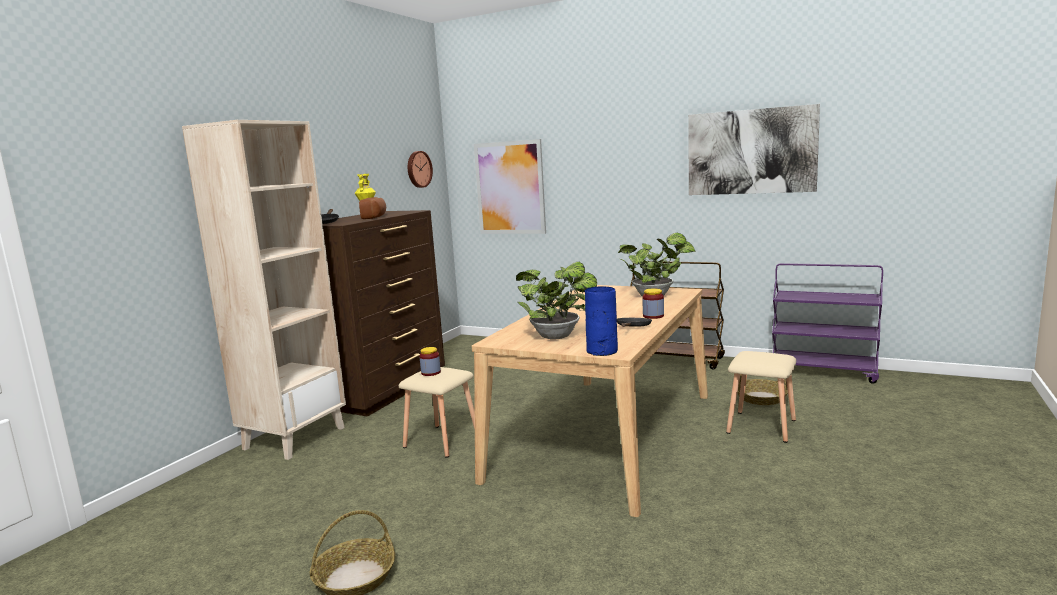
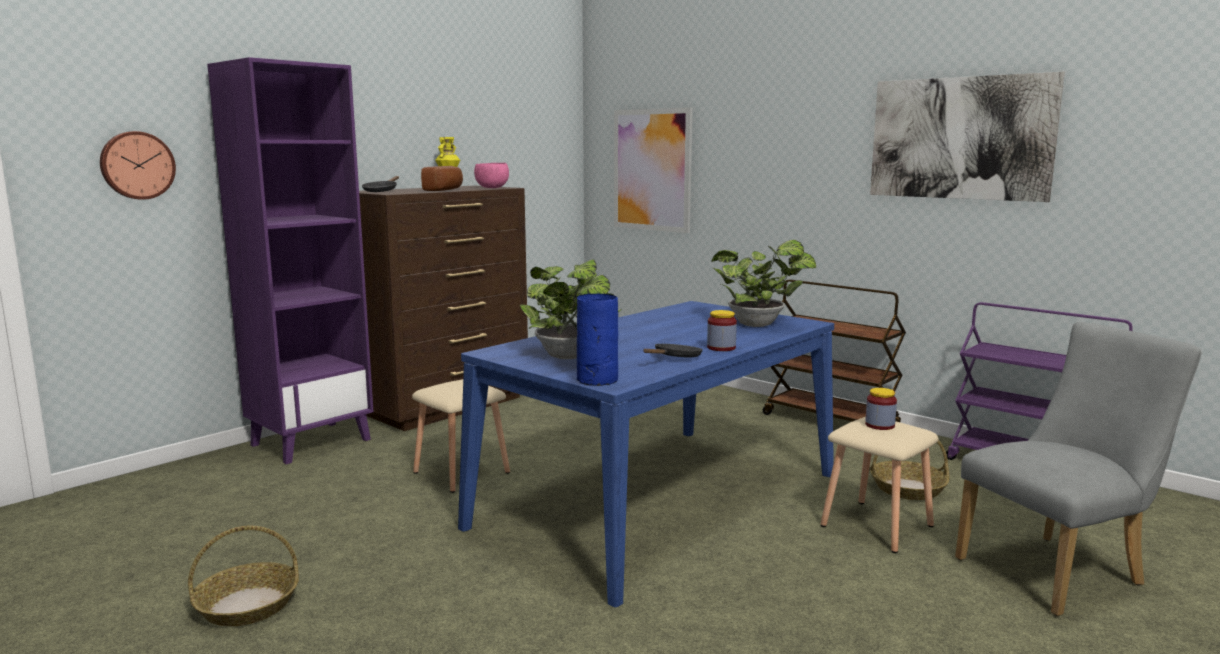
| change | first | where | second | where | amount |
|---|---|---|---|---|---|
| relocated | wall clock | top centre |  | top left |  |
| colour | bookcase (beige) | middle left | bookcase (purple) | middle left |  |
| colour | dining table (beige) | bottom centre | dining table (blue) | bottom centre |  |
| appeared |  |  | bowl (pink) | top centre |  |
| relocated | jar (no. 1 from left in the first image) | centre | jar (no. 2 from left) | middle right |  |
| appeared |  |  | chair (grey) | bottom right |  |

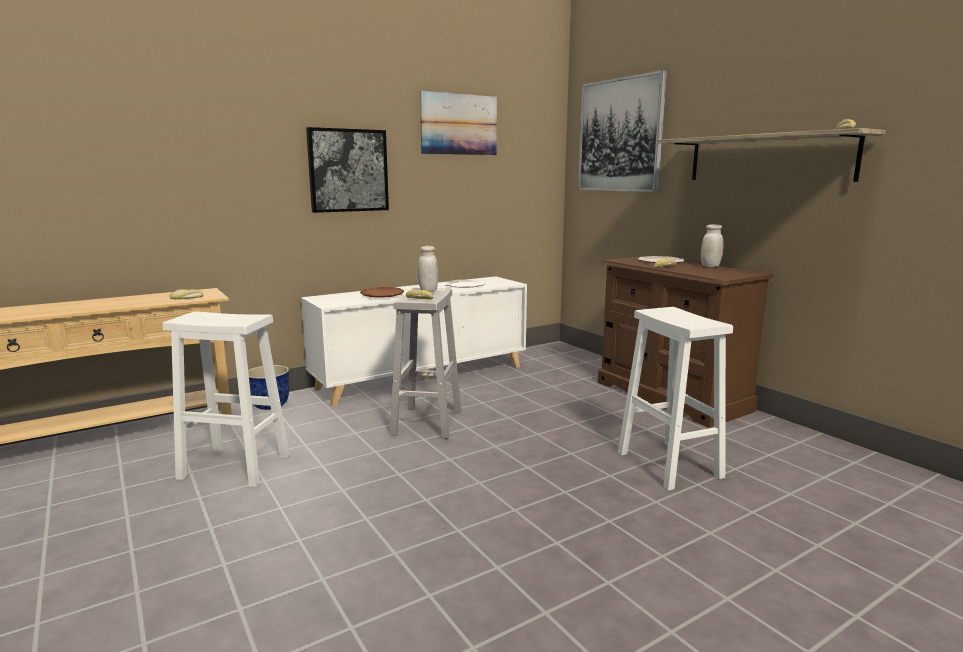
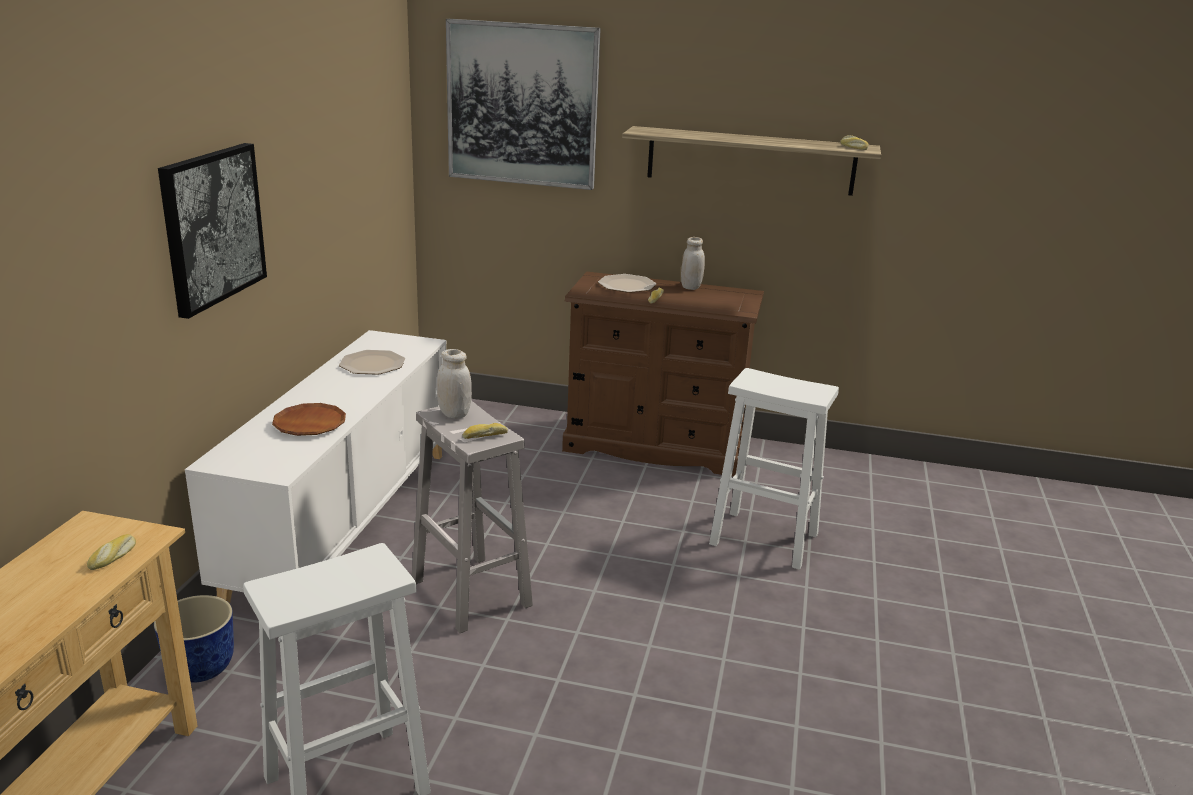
| change | first | where | second | where | amount |
|---|---|---|---|---|---|
| missing | picture (no. 2 from left) | top centre |  |  |  |

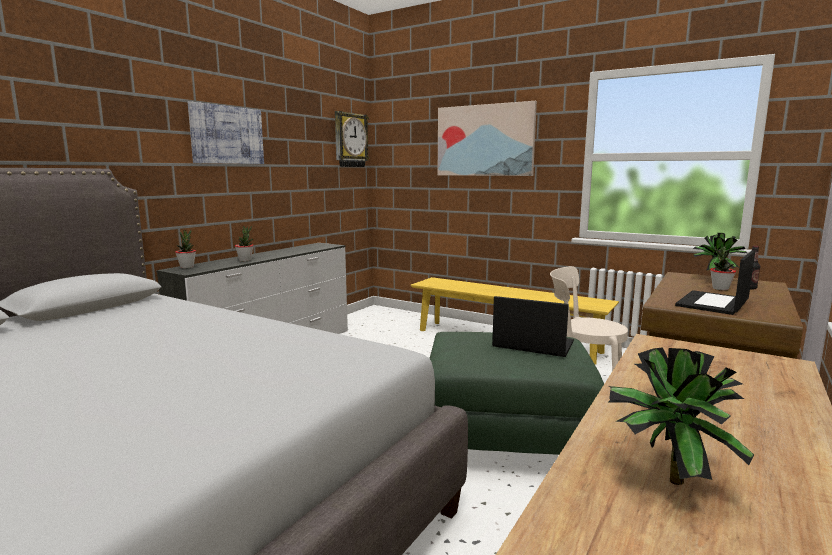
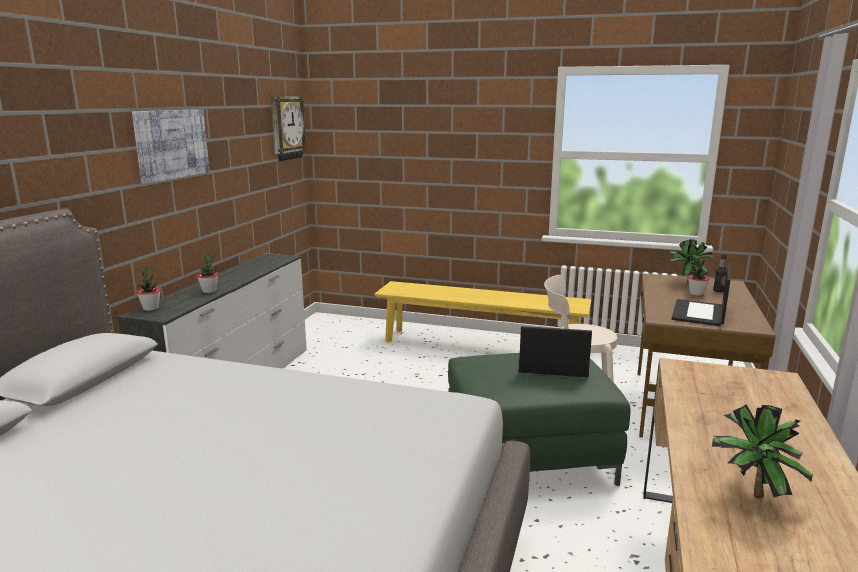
| change | first | where | second | where | amount |
|---|---|---|---|---|---|
| missing | picture (no. 2 from left) | top centre |  |  |  |

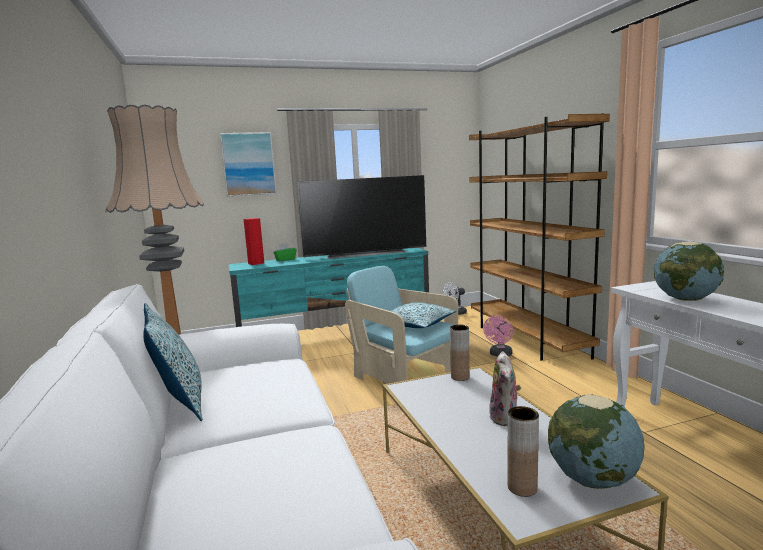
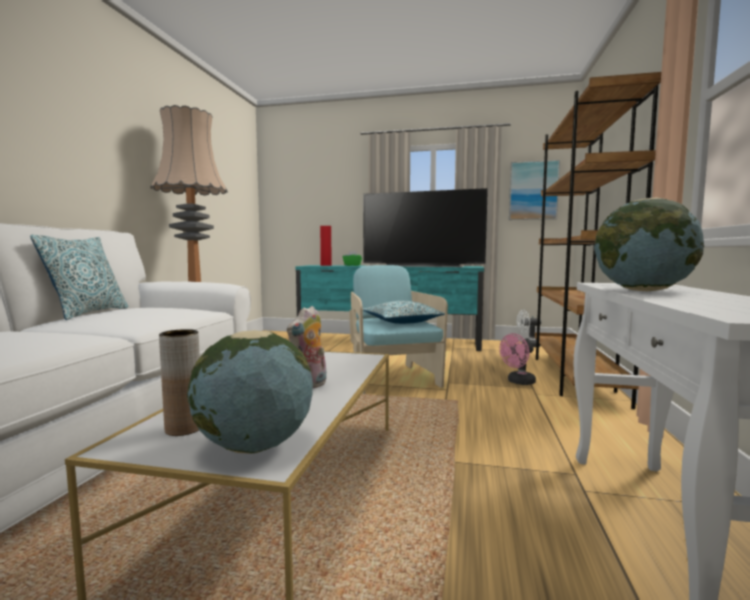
| change | first | where | second | where | amount |
|---|---|---|---|---|---|
| relocated | picture | top left |  | top right |  |
| missing | vase (brown) (no. 1 from left) | centre |  |  |  |

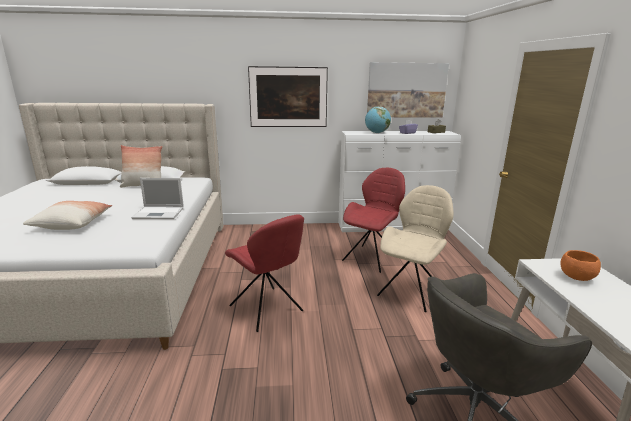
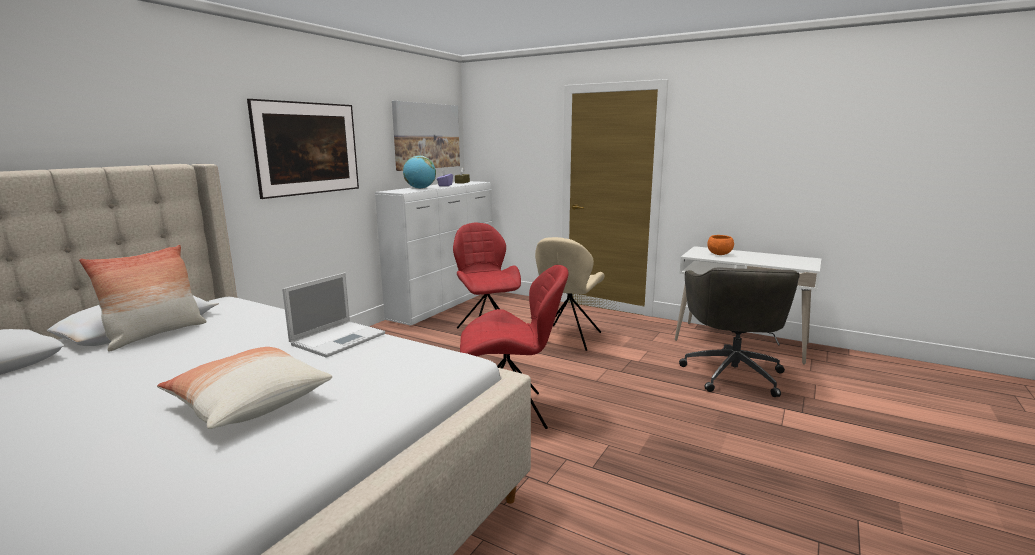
| change | first | where | second | where | amount |
|---|---|---|---|---|---|
| spun | chair (beige) | centre |  | centre | 135 degrees counterclockwise |

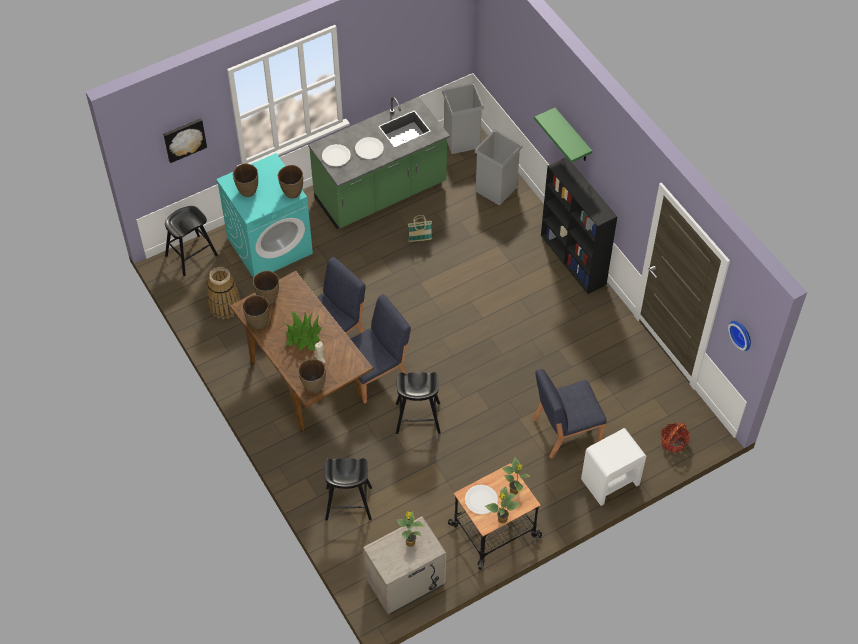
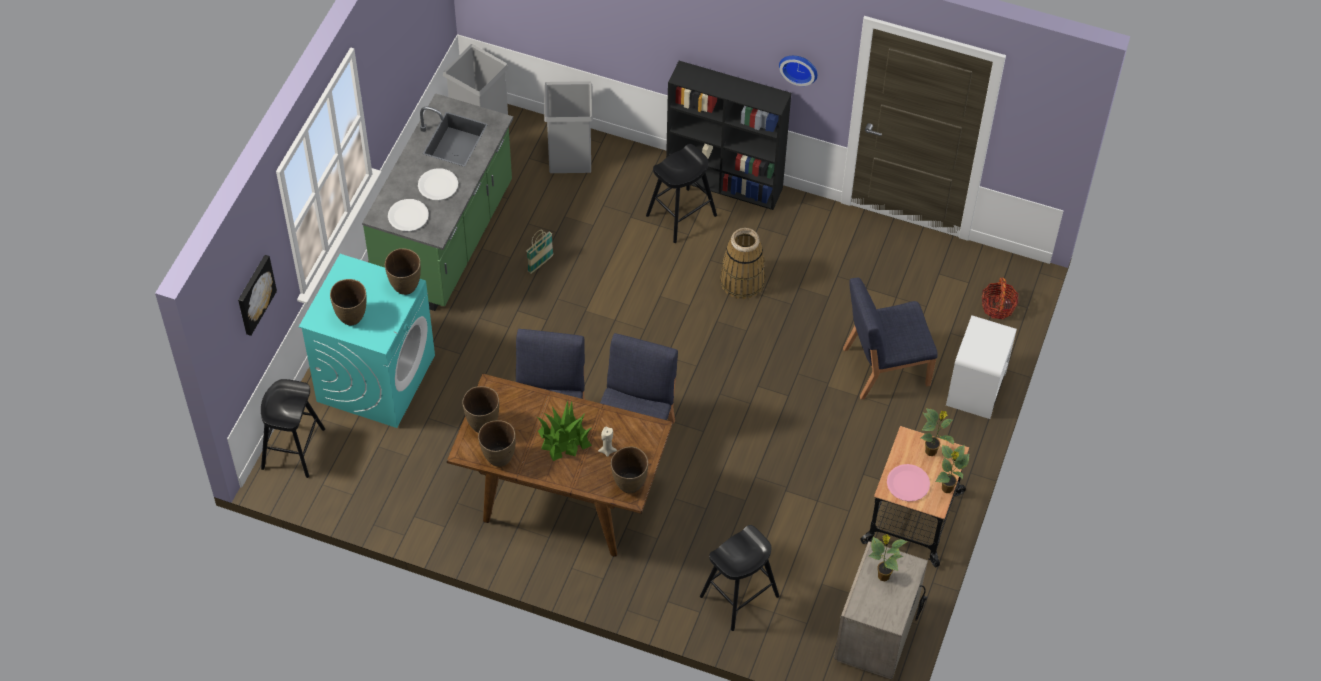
| change | first | where | second | where | amount |
|---|---|---|---|---|---|
| relocated | stool (black) (no. 3 from left in the first image) | centre | stool (black) (no. 2 from left) | top centre |  |
| relocated | basket (no. 1 from left in the first image) | middle left | basket (no. 2 from left) | centre |  |
| relocated | wall clock | middle right |  | top centre |  |
| spun | chair (blue) (no. 3 from left) | centre |  | middle right | 45 degrees clockwise |
| colour | plate (white) (no. 3 from left) | bottom centre | plate (pink) | bottom right |  |
| missing | shelf (green) | top centre |  |  |  |

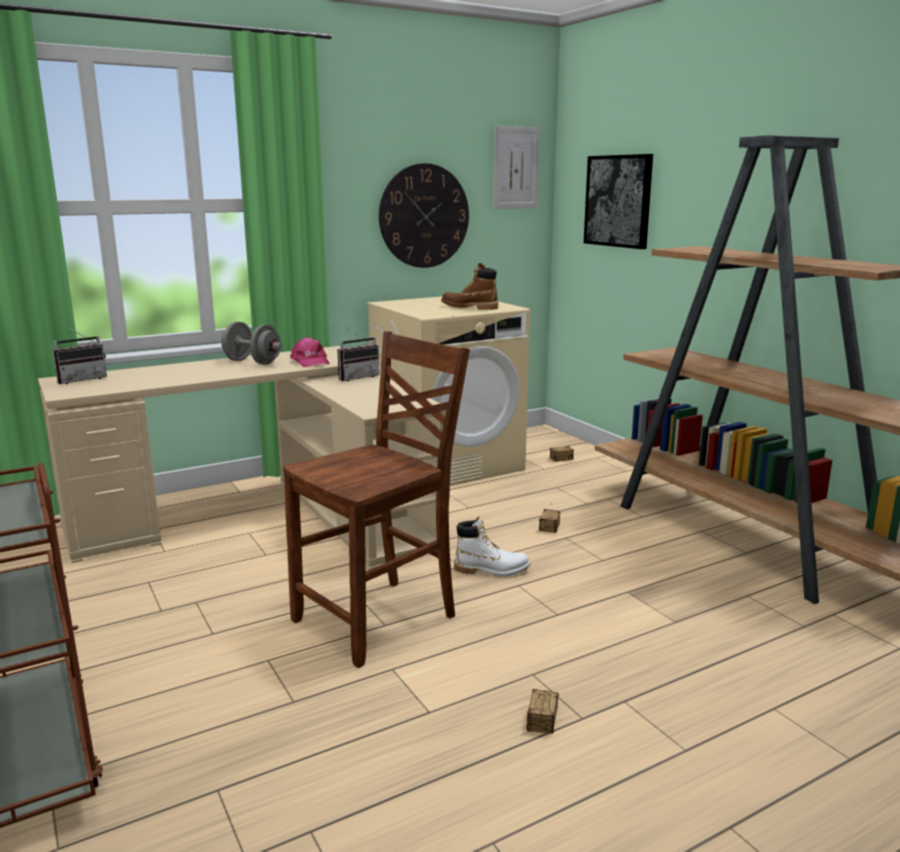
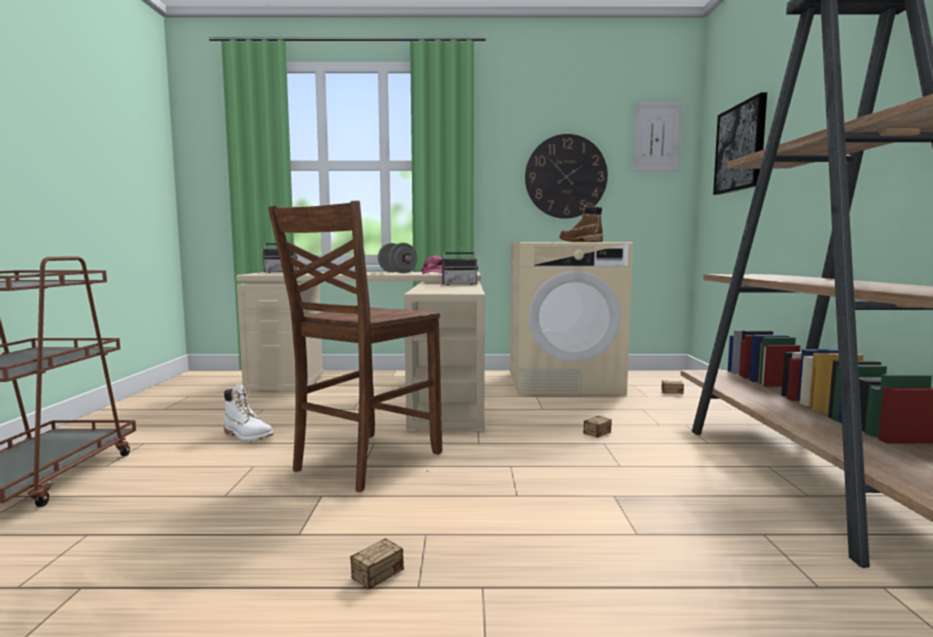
| change | first | where | second | where | amount |
|---|---|---|---|---|---|
| relocated | boot (white) | centre |  | middle left |  |
| spun | chair (brown) | centre |  | centre | 135 degrees clockwise |

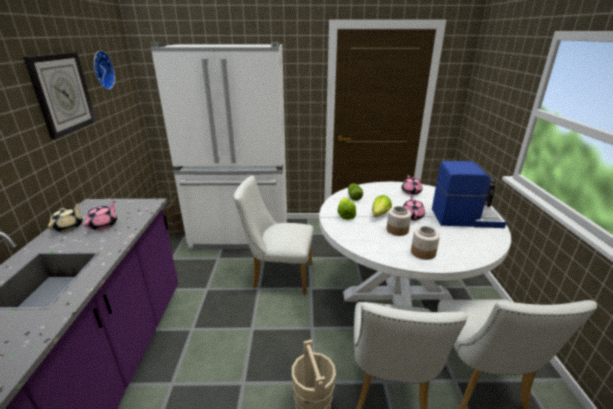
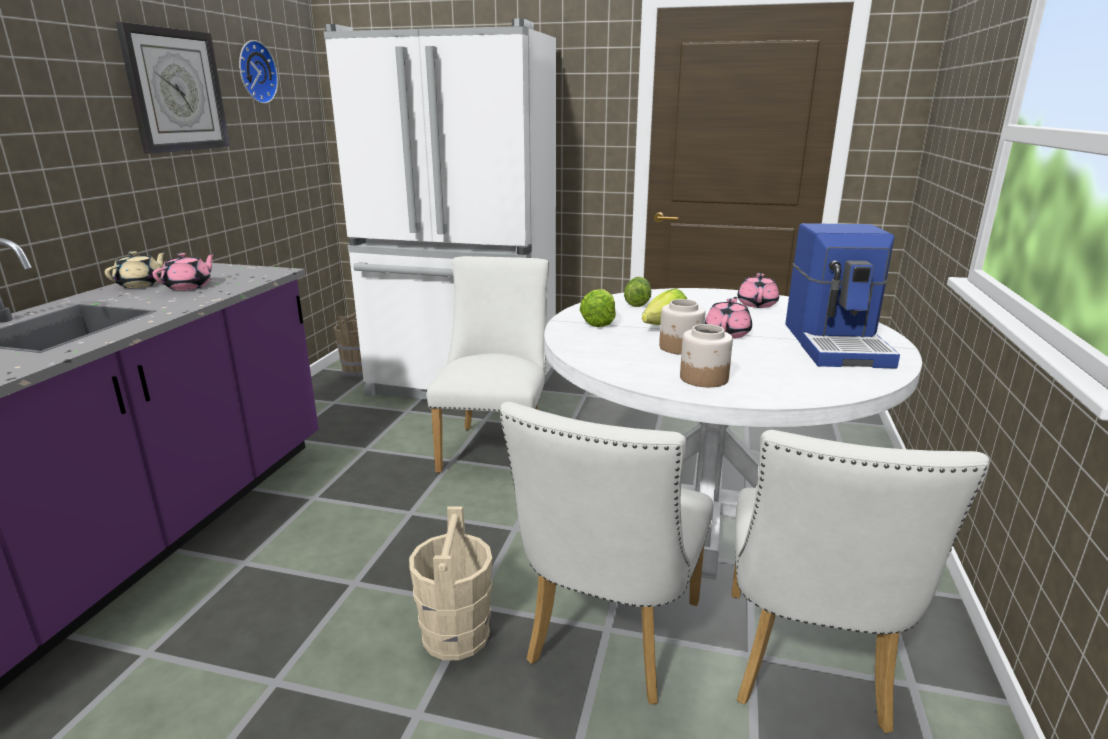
| change | first | where | second | where | amount |
|---|---|---|---|---|---|
| spun | chair (white) (no. 1 from left) | centre |  | centre | 75 degrees clockwise |
| spun | coffee machine | middle right |  | middle right | 75 degrees clockwise |

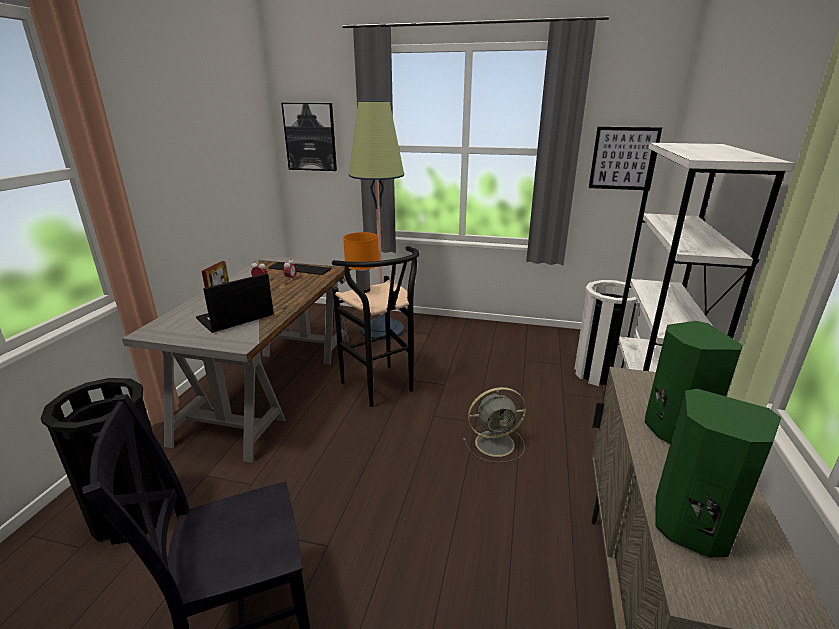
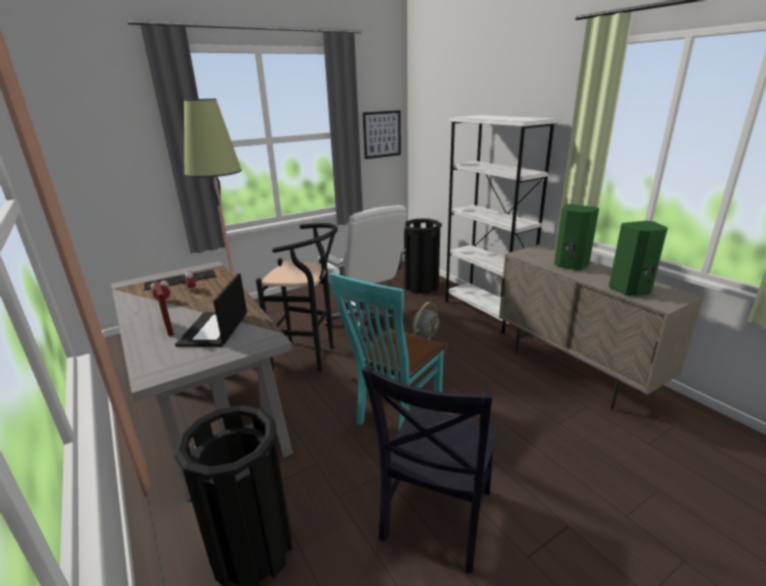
| change | first | where | second | where | amount |
|---|---|---|---|---|---|
| appeared |  |  | office chair (white) | centre |  |
| appeared |  |  | chair (turquoise) | centre |  |
| colour | trash can (white) | middle right | trash can (black) (no. 2 from left) | centre |  |
| missing | picture (no. 1 from left) | top centre |  |  |  |
| missing | table lamp (orange) | centre |  |  |  |

